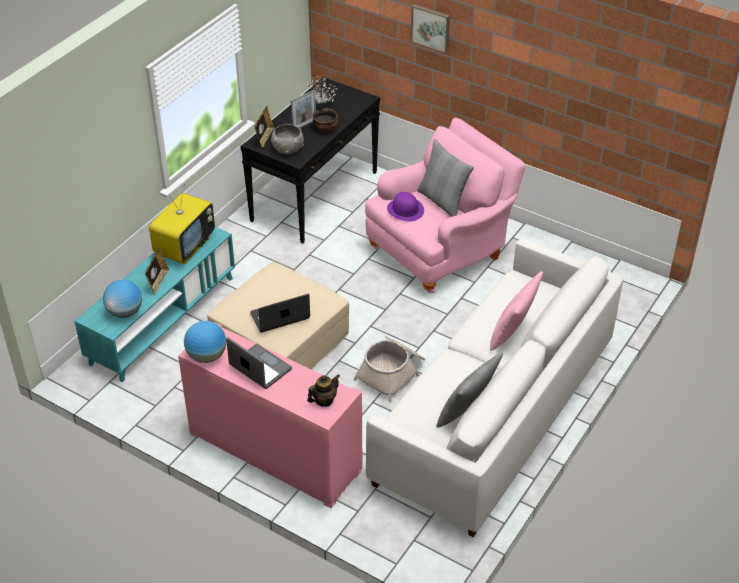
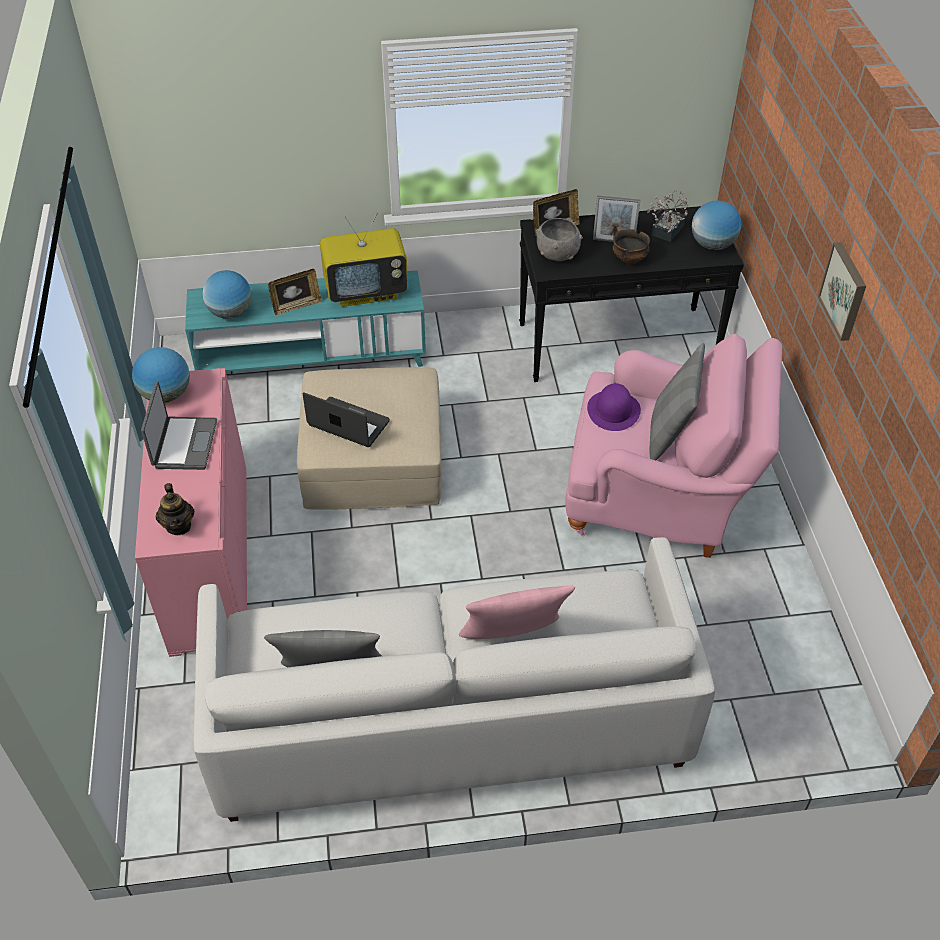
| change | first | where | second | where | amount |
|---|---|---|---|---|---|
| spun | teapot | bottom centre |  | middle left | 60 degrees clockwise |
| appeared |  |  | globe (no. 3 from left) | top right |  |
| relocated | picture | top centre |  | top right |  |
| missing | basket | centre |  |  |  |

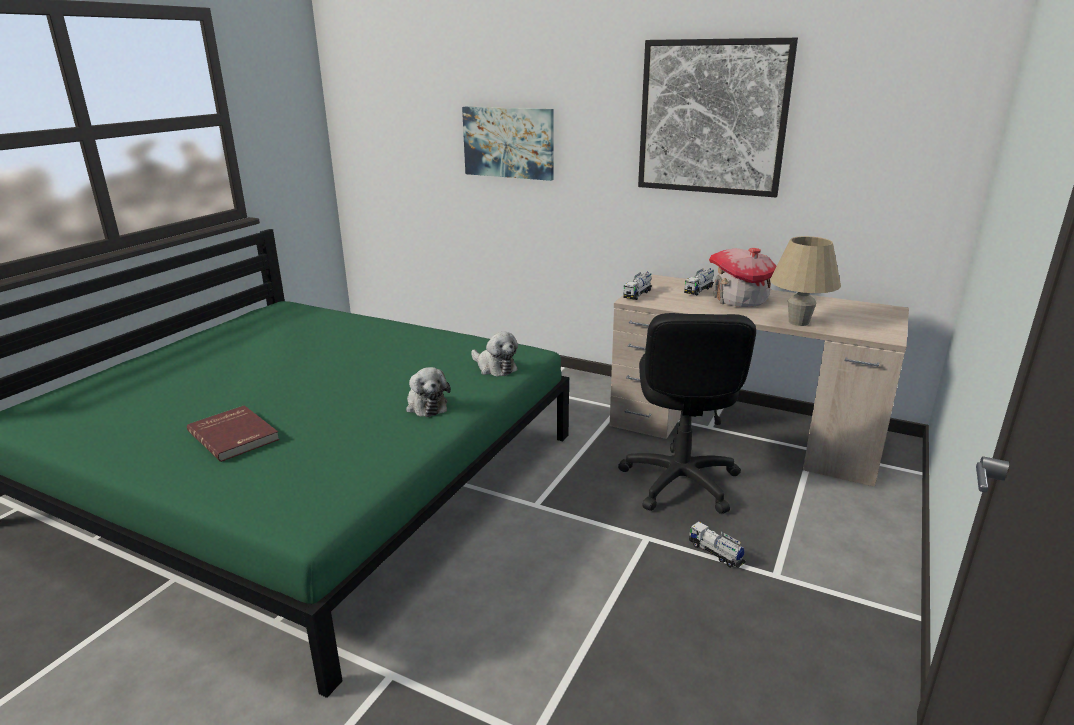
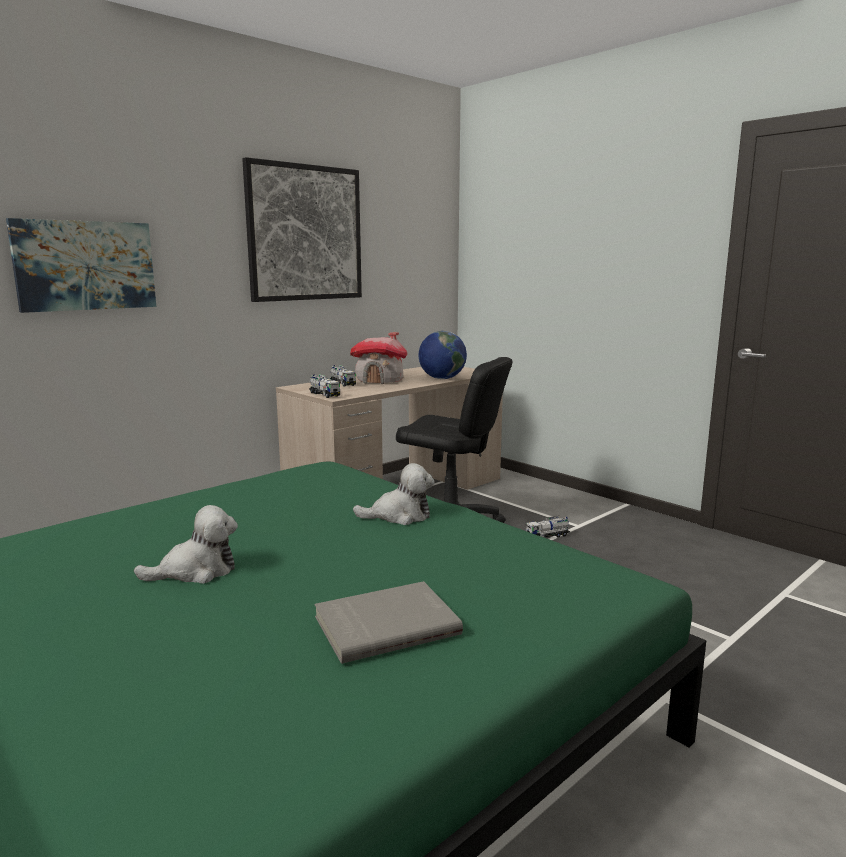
| change | first | where | second | where | amount |
|---|---|---|---|---|---|
| relocated | plush toy (no. 2 from left in the first image) | centre | plush toy (no. 1 from left) | middle left |  |
| colour | book (red) | middle left | book (grey) | bottom centre |  |
| exchanged | table lamp (beige) | middle right | globe | centre |  |

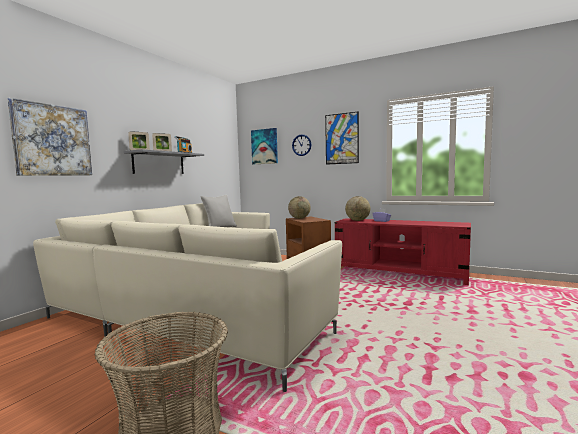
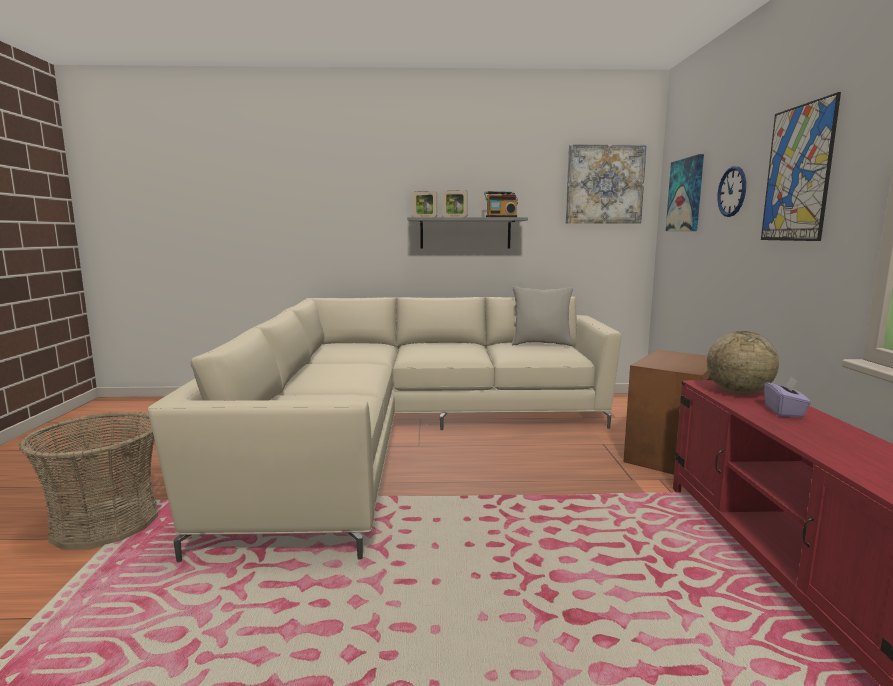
| change | first | where | second | where | amount |
|---|---|---|---|---|---|
| relocated | picture (no. 1 from left) | top left |  | top right |  |
| missing | globe (no. 1 from left) | centre |  |  |  |

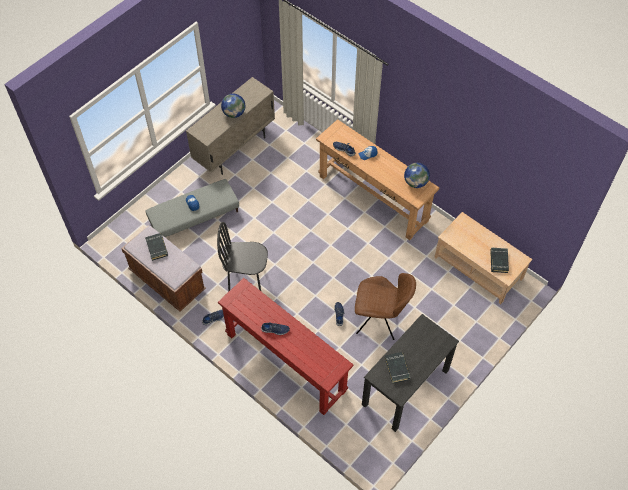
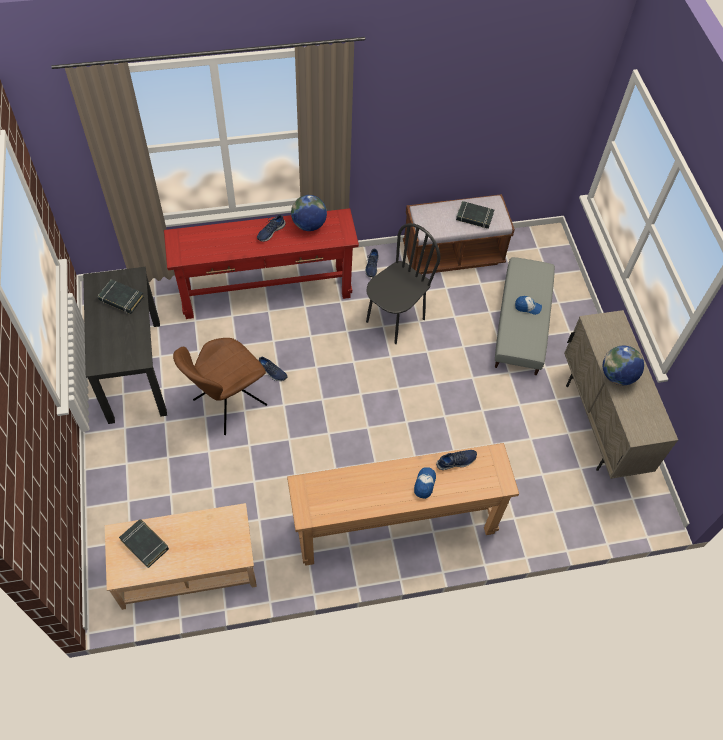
| change | first | where | second | where | amount |
|---|---|---|---|---|---|
| relocated | globe (no. 2 from left in the first image) | centre | globe (no. 1 from left) | top centre |  |

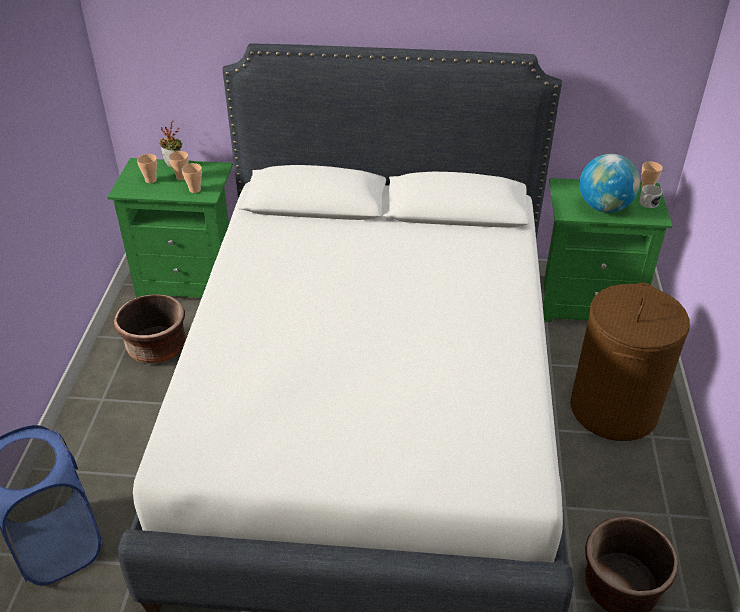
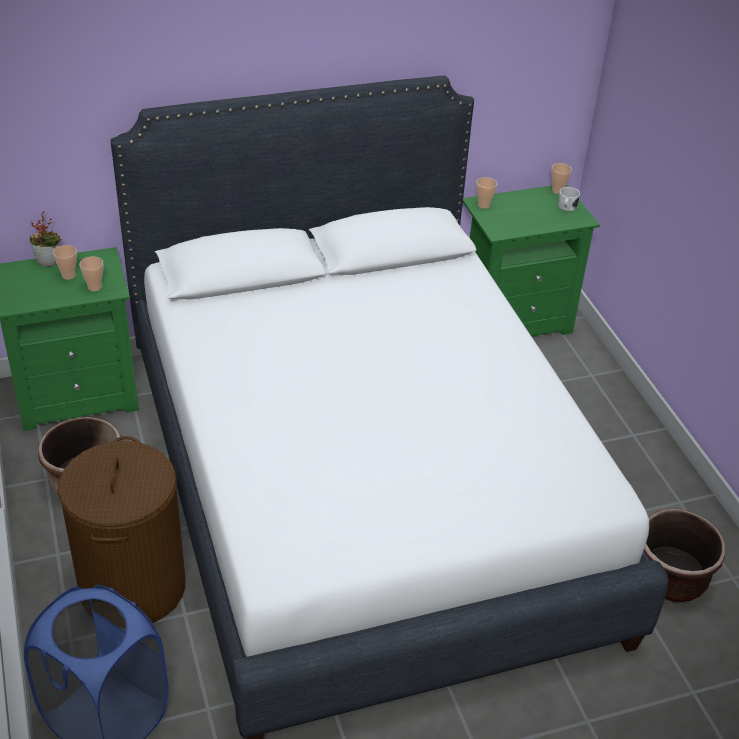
| change | first | where | second | where | amount |
|---|---|---|---|---|---|
| relocated | laundry basket (brown) | middle right |  | bottom left |  |
| relocated | cup (no. 1 from left in the first image) | top left | cup (no. 3 from left) | top centre |  |
| missing | globe | top right |  |  |  |

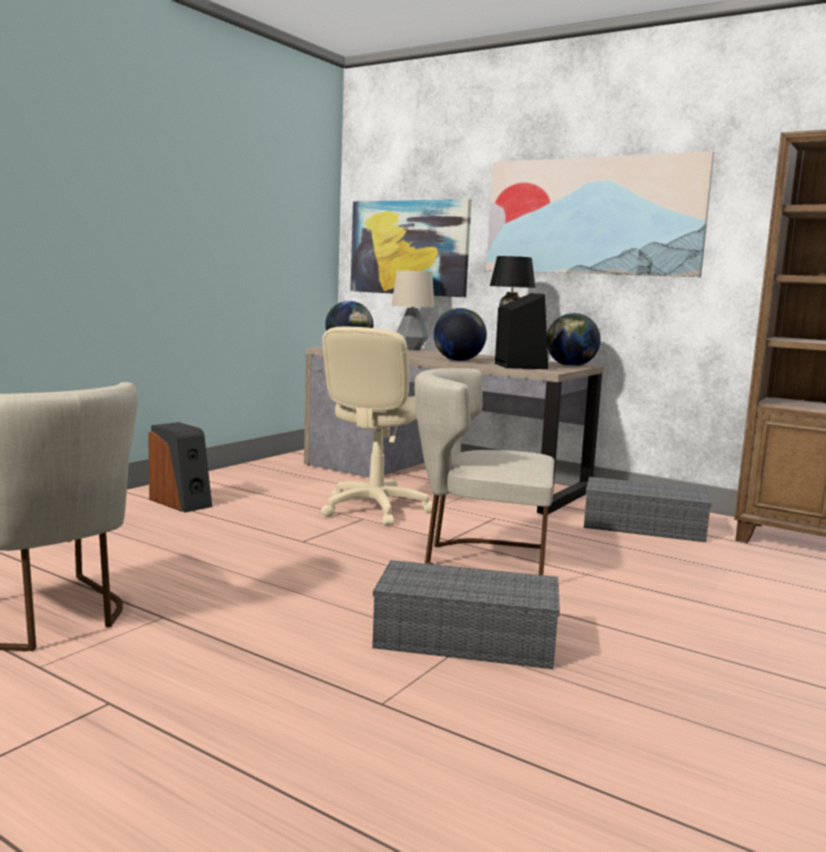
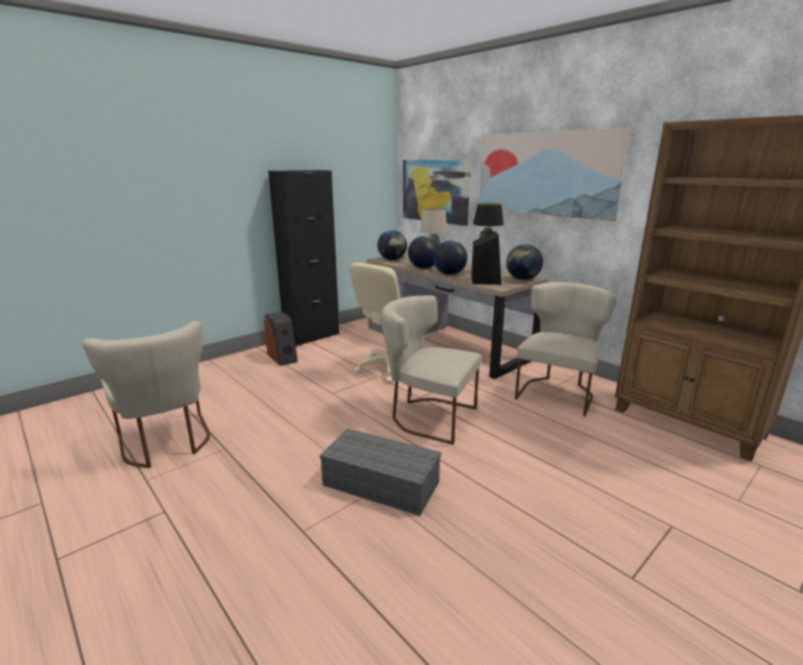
| change | first | where | second | where | amount |
|---|---|---|---|---|---|
| appeared |  |  | cabinet (black) | centre |  |
| appeared |  |  | globe (no. 2 from left) | centre |  |
| exchanged | storage box (grey) (no. 2 from left) | middle right | chair (beige) (no. 3 from left) | middle right |  |

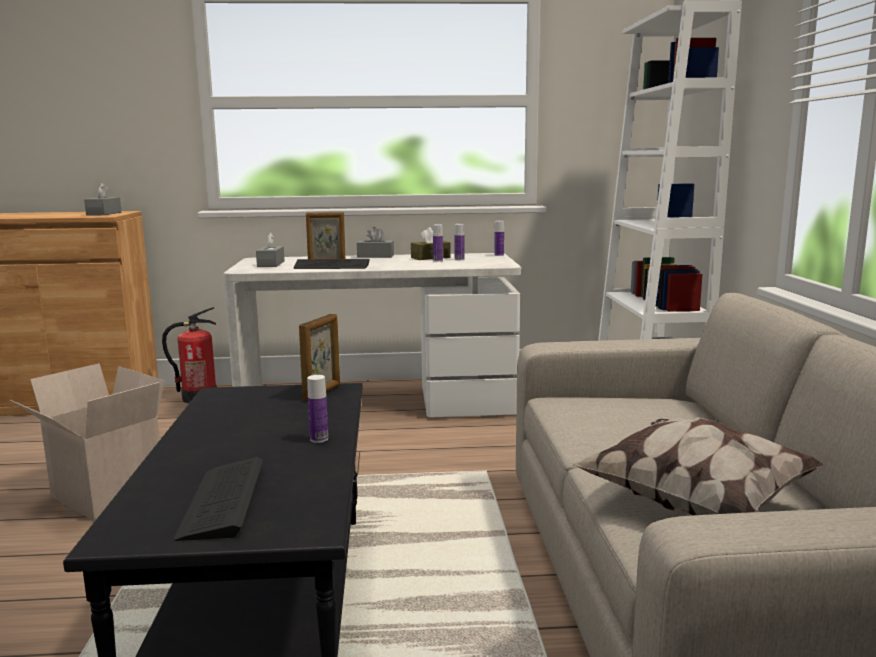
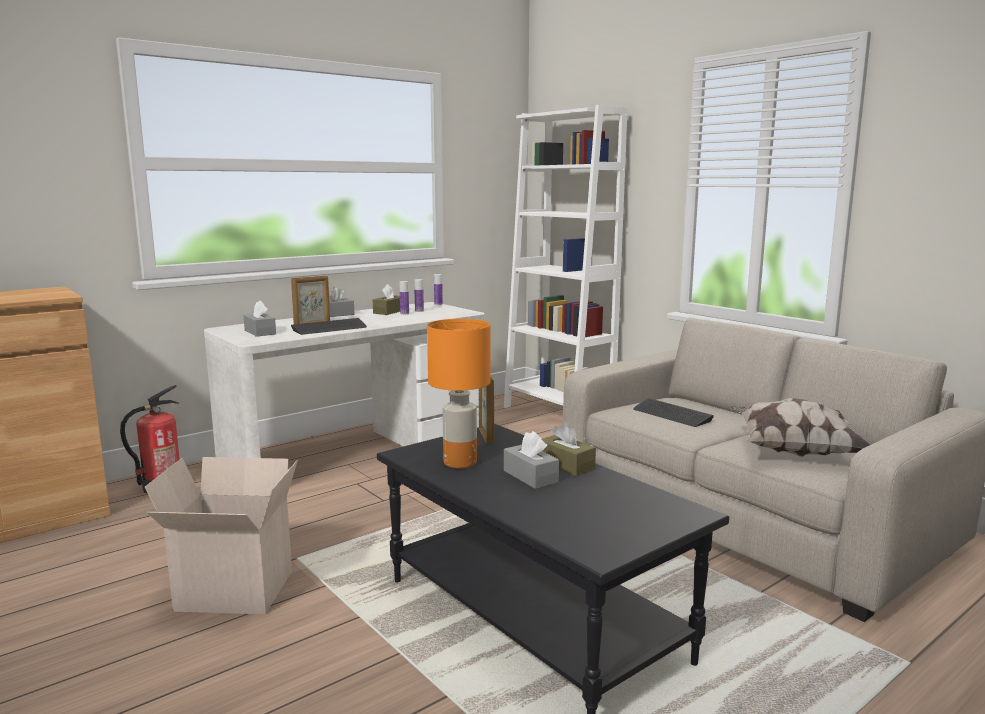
| change | first | where | second | where | amount |
|---|---|---|---|---|---|
| appeared |  |  | table lamp (orange) | centre |  |
| relocated | tissue box (grey) (no. 1 from left in the first image) | top left | tissue box (grey) (no. 3 from left) | centre |  |
| exchanged | bottle (no. 1 from left) | centre | tissue box (brown) (no. 2 from left) | centre |  |
| relocated | keyboard (no. 1 from left in the first image) | bottom left | keyboard (no. 2 from left) | middle right |  |

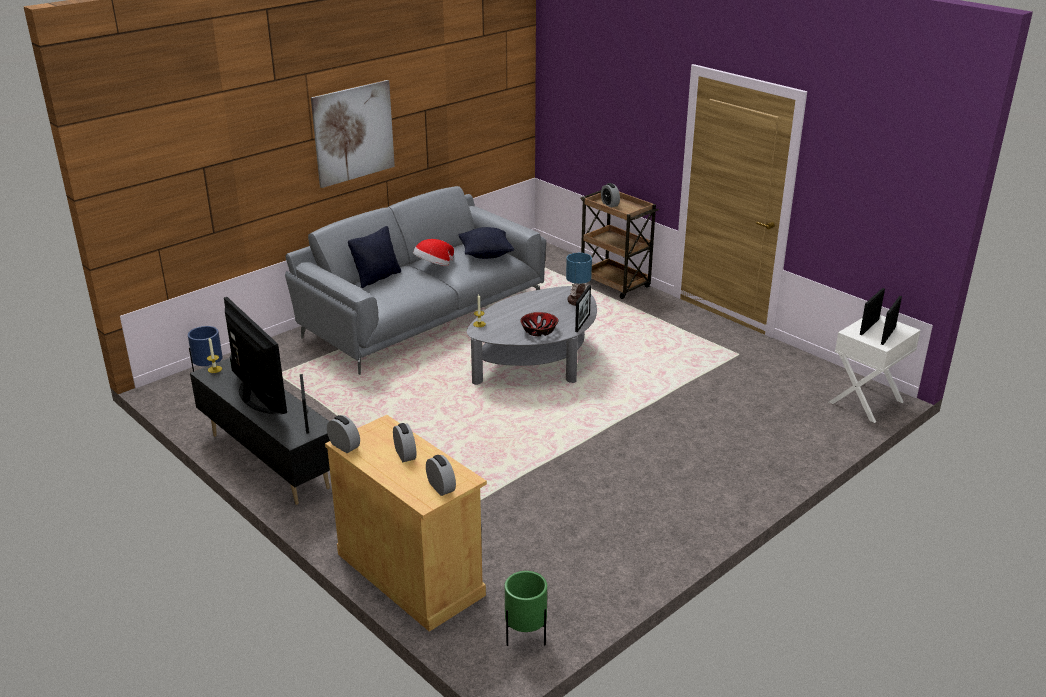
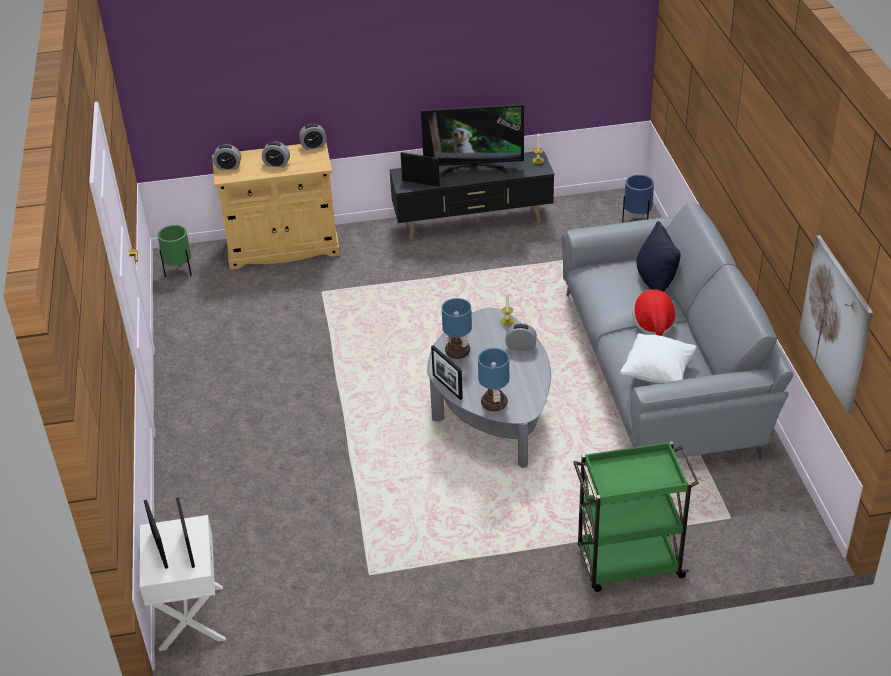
| change | first | where | second | where | amount |
|---|---|---|---|---|---|
| exchanged | bowl | centre | table lamp (no. 1 from left) | centre |  |
| relocated | alarm clock (no. 4 from left) | top centre |  | centre |  |
| colour | cart (brown) | centre | cart (green) | bottom right |  |
| colour | pillow (black) (no. 2 from left) | centre | pillow (white) | middle right |  |
| relocated | picture | top centre |  | middle right |  |

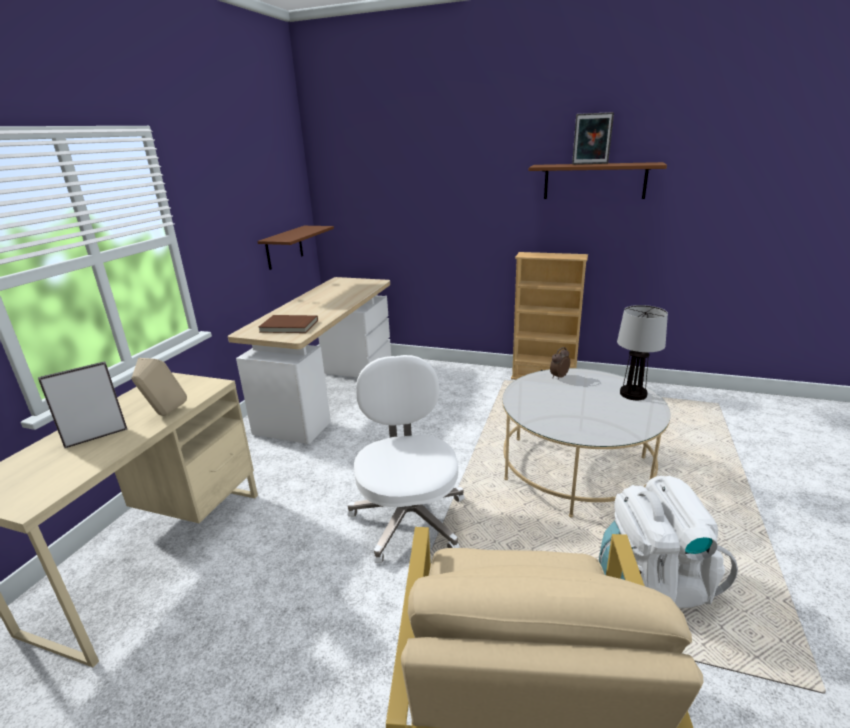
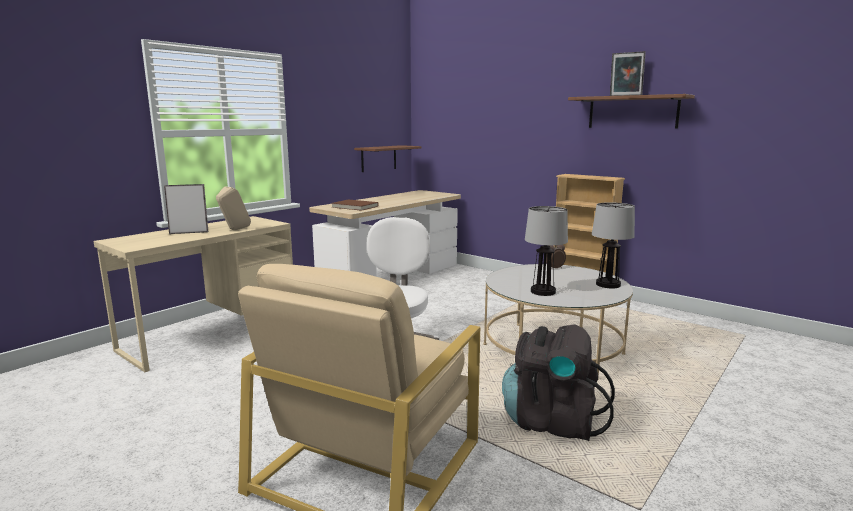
| change | first | where | second | where | amount |
|---|---|---|---|---|---|
| colour | backpack (white) | bottom right | backpack (black) | bottom centre |  |
| appeared |  |  | table lamp (no. 1 from left) | centre |  |

